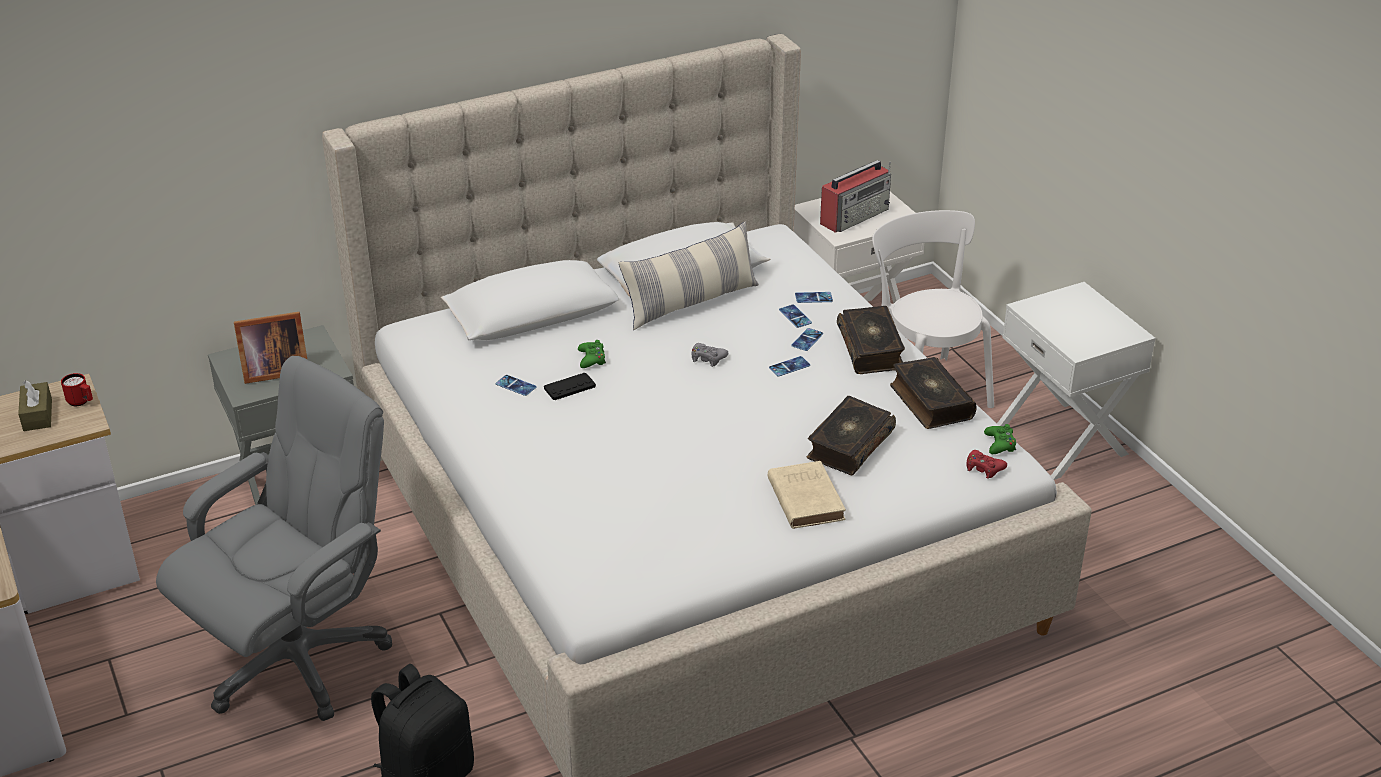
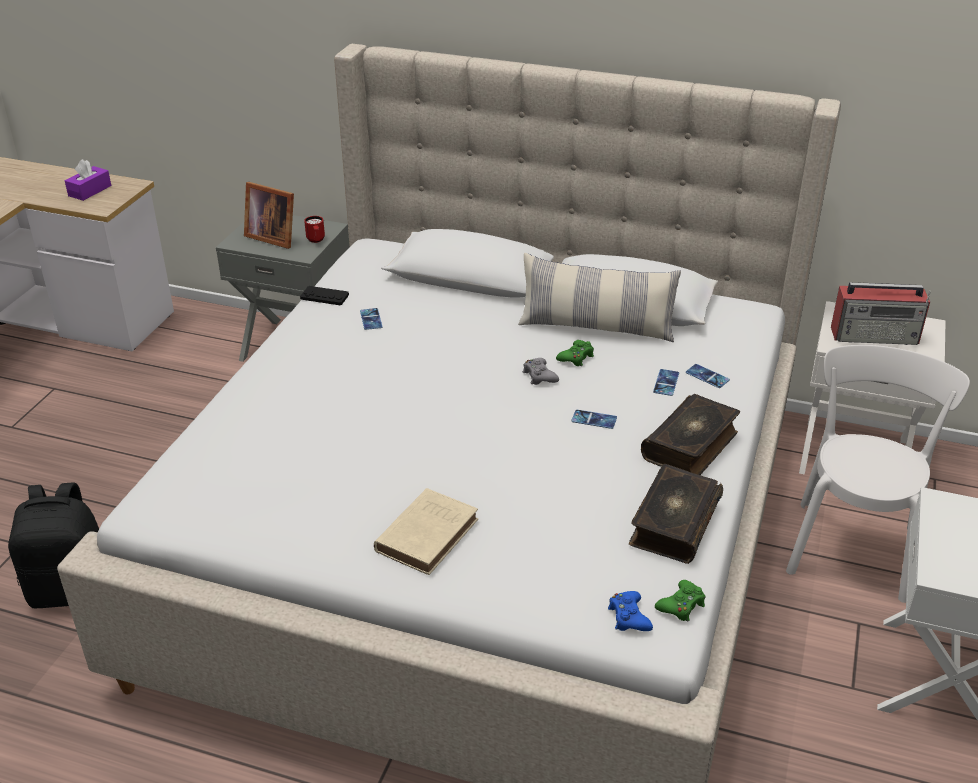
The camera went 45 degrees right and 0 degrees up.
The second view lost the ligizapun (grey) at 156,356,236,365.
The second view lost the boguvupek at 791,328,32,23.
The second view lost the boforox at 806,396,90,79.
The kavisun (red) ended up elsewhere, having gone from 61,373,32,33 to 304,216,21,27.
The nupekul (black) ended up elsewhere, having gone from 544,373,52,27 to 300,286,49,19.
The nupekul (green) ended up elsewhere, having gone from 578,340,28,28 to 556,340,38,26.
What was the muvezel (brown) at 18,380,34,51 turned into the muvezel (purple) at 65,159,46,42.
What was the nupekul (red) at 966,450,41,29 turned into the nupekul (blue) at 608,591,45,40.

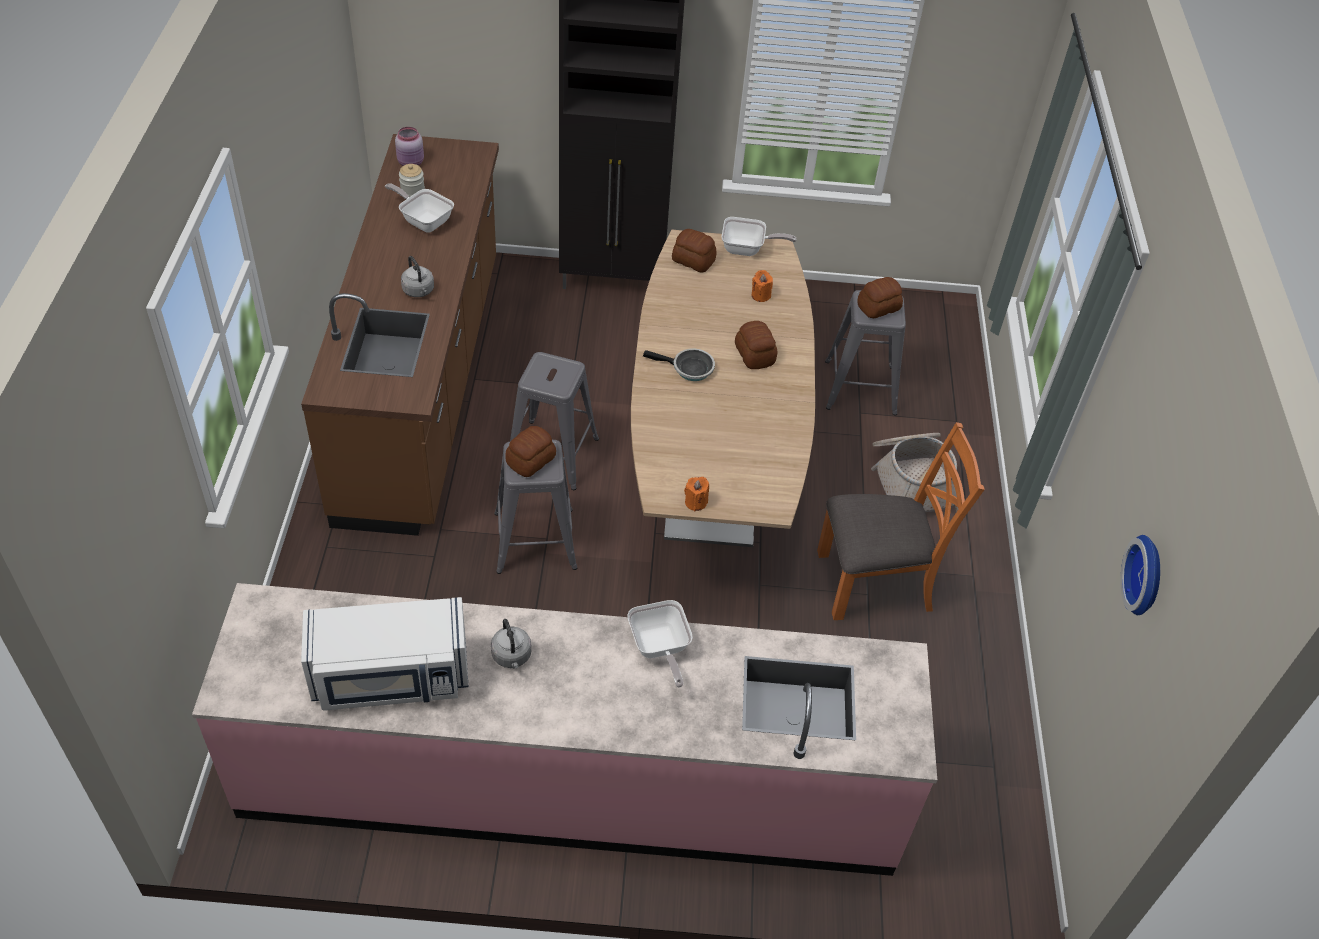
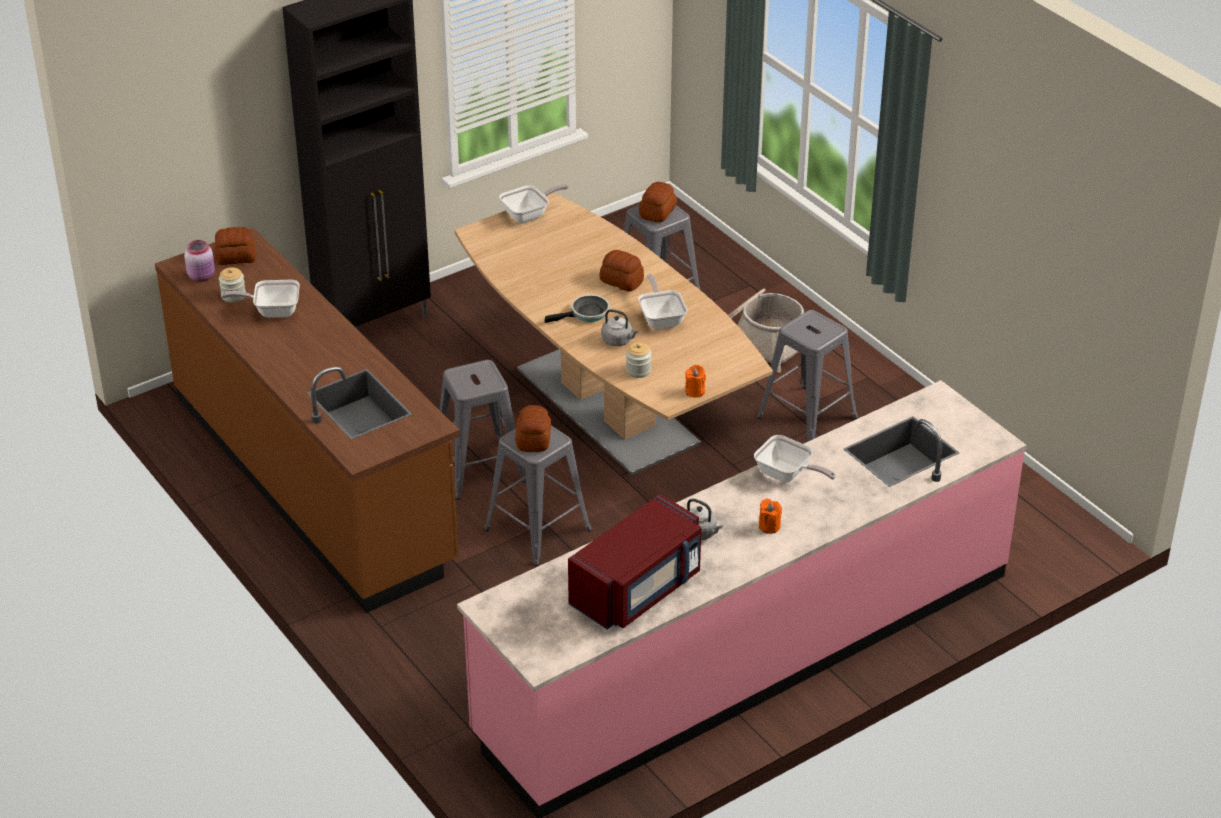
The camera went 35 degrees left and 10 degrees down.
The second view lost the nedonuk at 1121,535,39,80.
The second view gained the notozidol at 626,342,25,36.
The second view gained the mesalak at 638,274,49,56.
The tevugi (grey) ended up elsewhere, having gone from 401,256,33,41 to 602,309,37,37.
The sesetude ended up elsewhere, having gone from 672,229,45,44 to 215,227,41,38.
The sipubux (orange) ended up elsewhere, having gone from 752,270,21,32 to 759,499,23,35.
Where the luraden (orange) stood at 817,422,168,198, the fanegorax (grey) came to stand at 757,310,101,132.
What was the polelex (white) at 301,597,167,114 turned into the polelex (red) at 568,494,133,135.

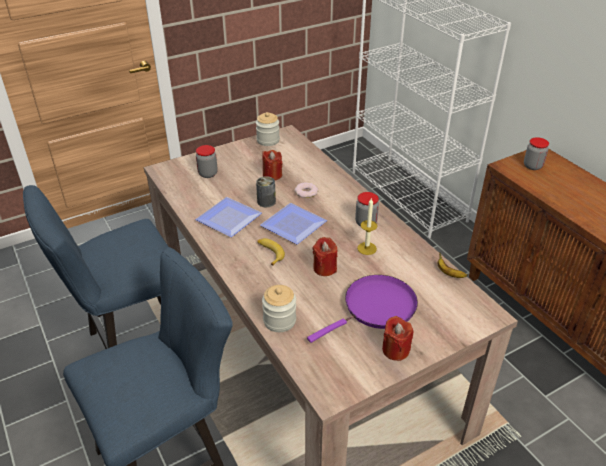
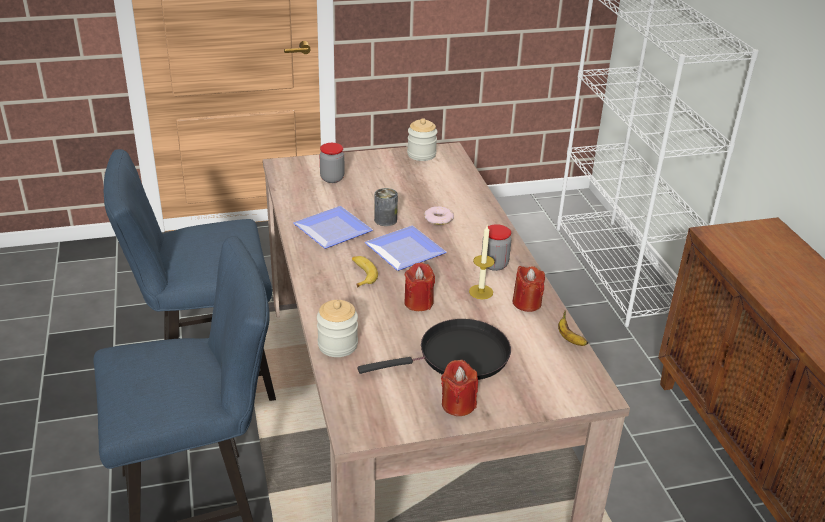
The camera went 15 degrees right and 5 degrees down.
The second view lost the notozidol at 524,137,25,33.
The sipubux (red) ended up elsewhere, having gone from 262,150,21,30 to 512,266,33,46.
What was the mesalak (purple) at 307,275,111,68 turned into the mesalak (black) at 358,319,153,61.

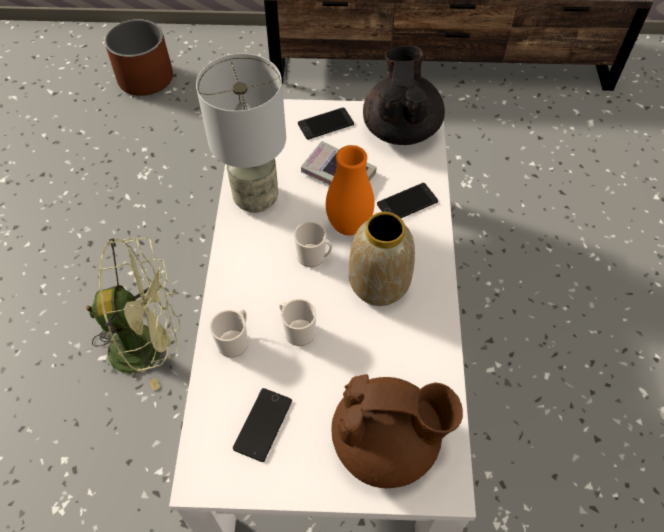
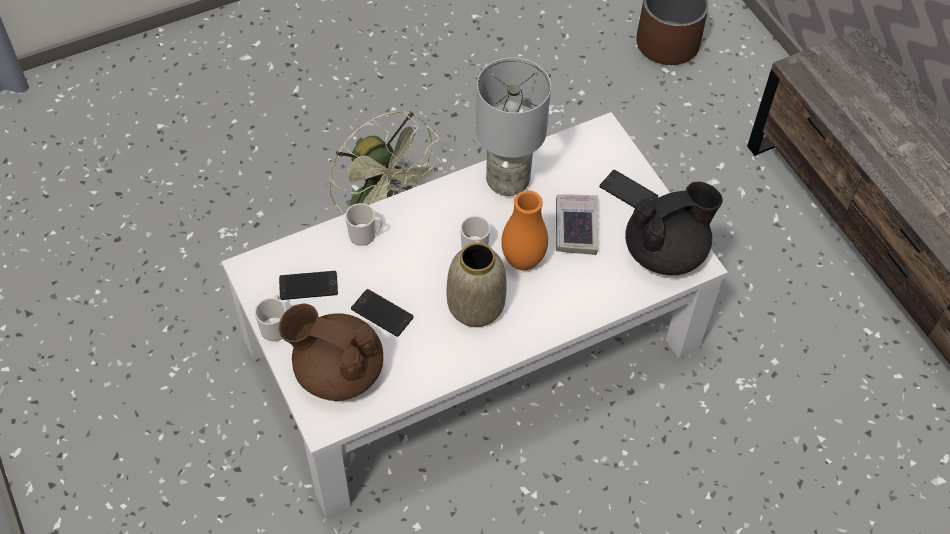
The camera went 60 degrees right and 0 degrees up.
The kavisun ended up elsewhere, having gone from 279,299,37,47 to 255,295,31,46.
The boguvupek ended up elsewhere, having gone from 377,183,61,35 to 351,289,62,48.
The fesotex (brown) at 331,374,132,114 ended up facing another way, 135 degrees clockwise from before.

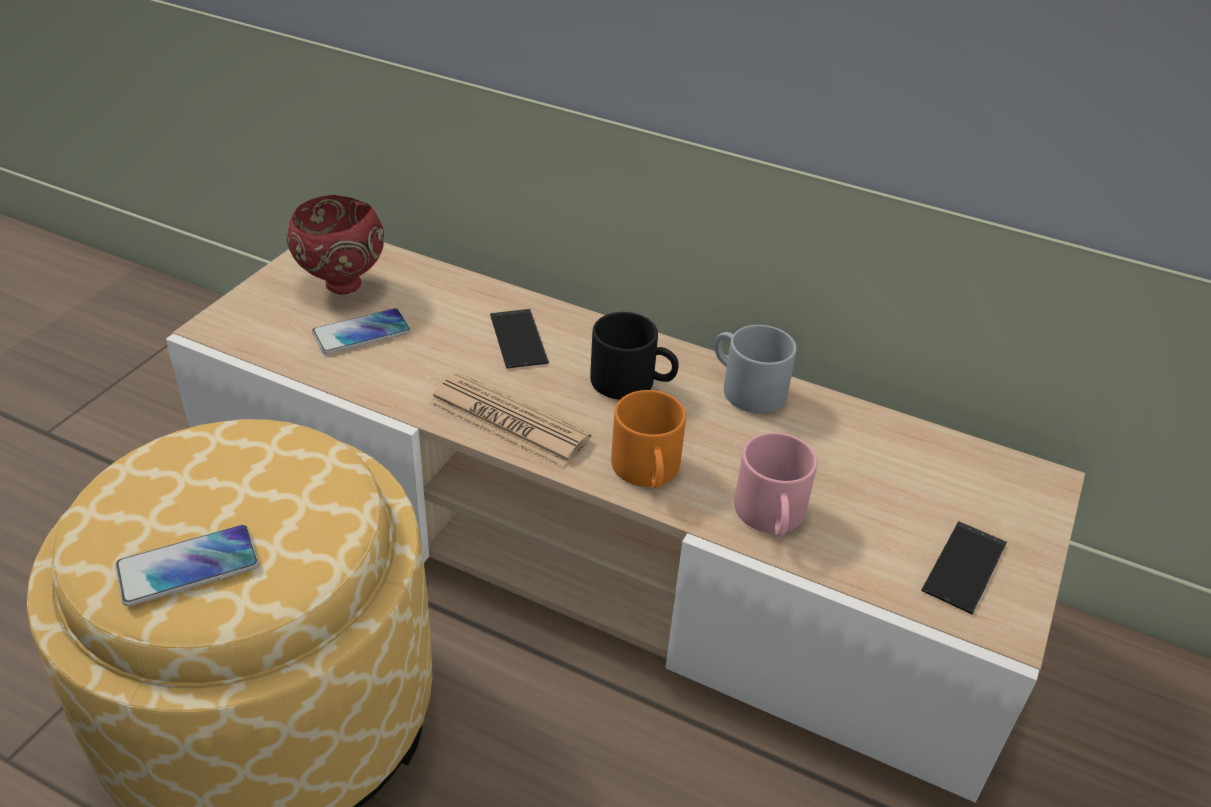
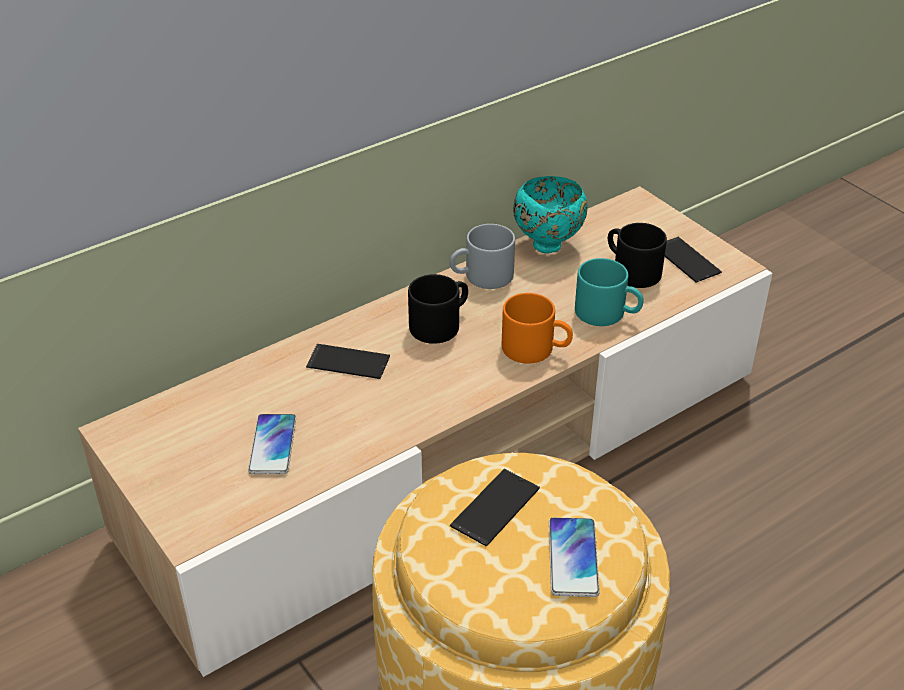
The camera went 60 degrees left and 0 degrees up.
The second view lost the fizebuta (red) at 287,195,97,99.
The second view lost the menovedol at 429,373,162,94.
The second view gained the boguvupek at 450,469,90,78.
The second view gained the fizebuta (turquoise) at 513,176,75,77.
The second view gained the kavisun (black) at 608,223,59,65.
What was the kavisun (pink) at 734,433,83,103 turned into the kavisun (turquoise) at 575,258,69,68.

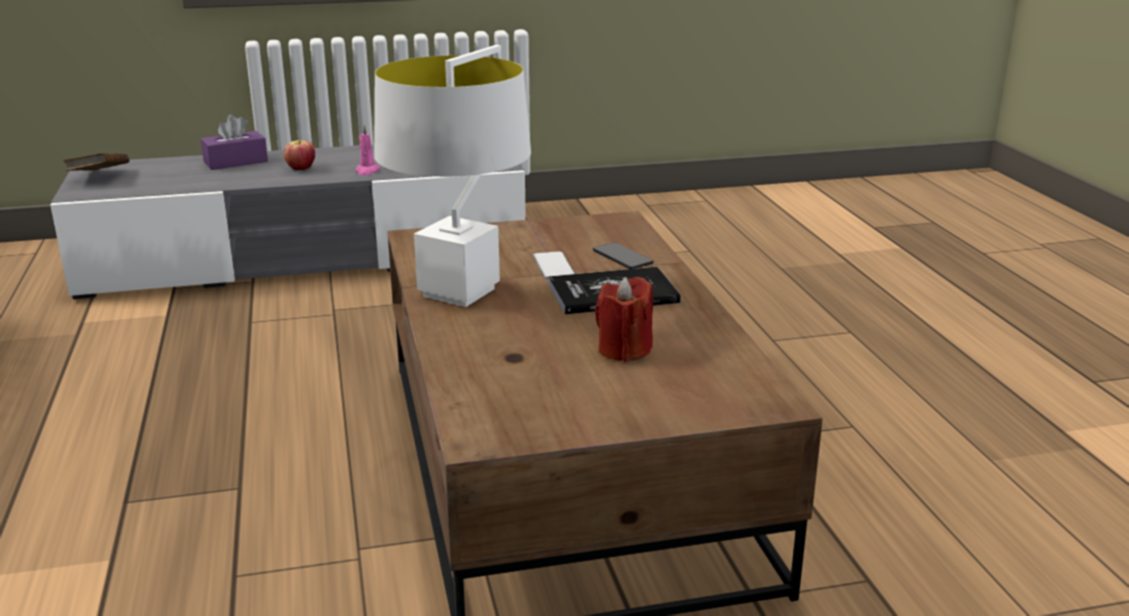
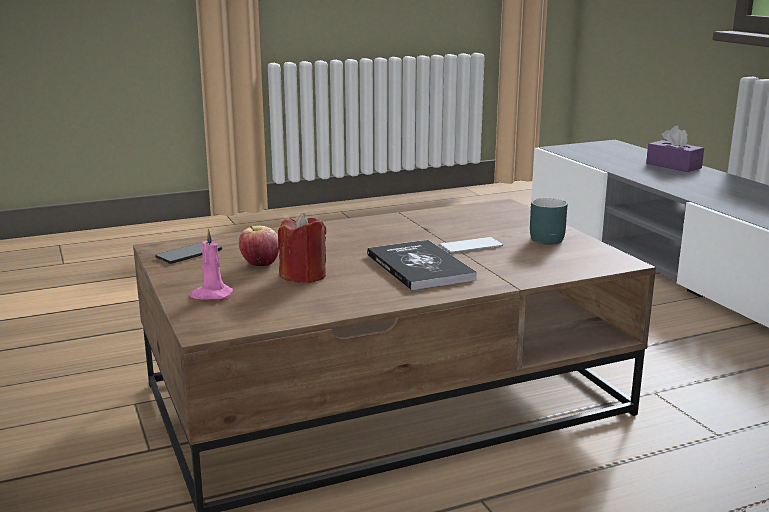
The camera went 80 degrees right and 5 degrees down.
The second view lost the boforox (brown) at 63,153,66,18.
The second view lost the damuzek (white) at 374,45,157,262.
The second view gained the kavisun (turquoise) at 530,198,37,47.
The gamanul ended up elsewhere, having gone from 284,140,31,30 to 239,225,40,41.
The sipubux (pink) ended up elsewhere, having gone from 355,125,26,50 to 190,229,43,71.
The boguvupek ended up elsewhere, having gone from 593,242,61,27 to 155,242,67,22.

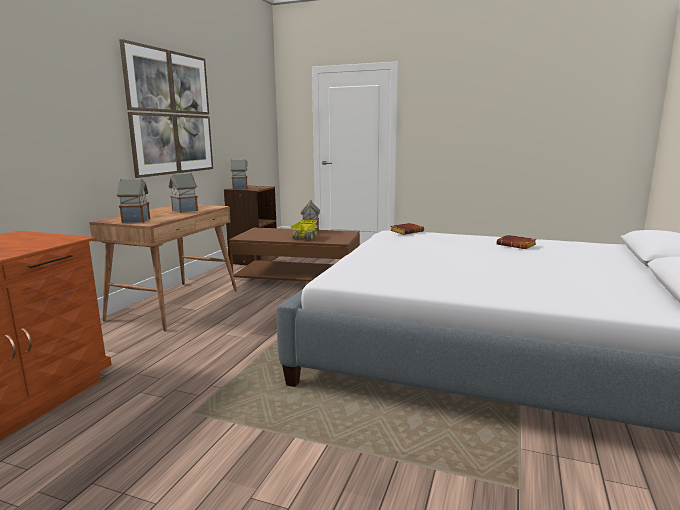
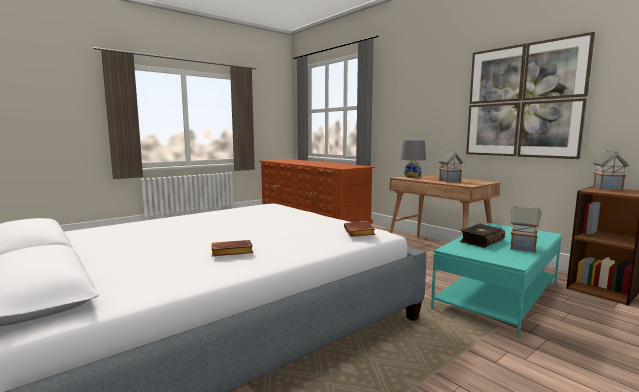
The camera went 120 degrees right and 5 degrees down.
Where the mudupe stood at 116,178,34,45, the damuzek (grey) came to stand at 401,140,25,38.
Where the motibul stood at 291,220,27,20, the boforox came to stand at 459,223,46,25.
What was the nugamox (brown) at 229,228,131,57 turned into the nugamox (turquoise) at 431,223,131,115.

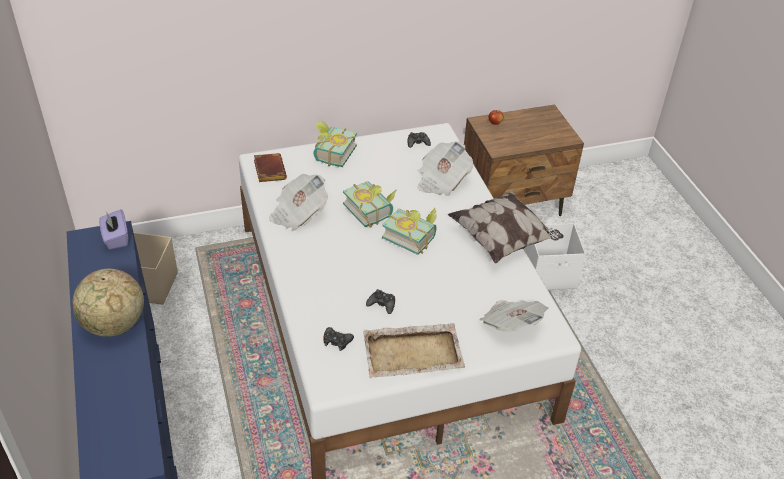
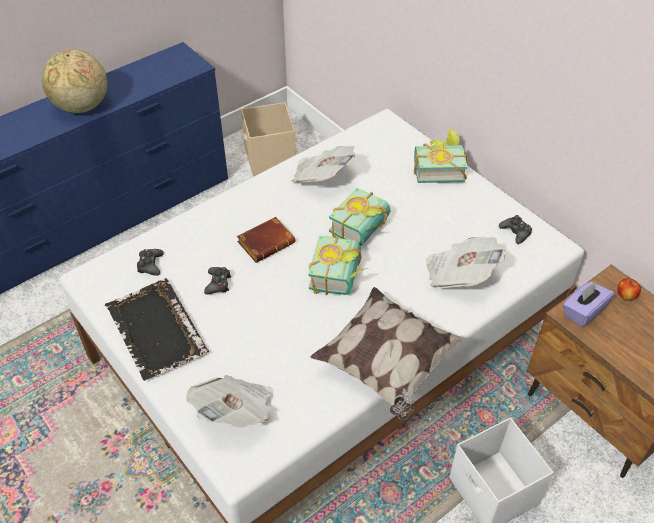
The camera went 70 degrees right and 5 degrees up.
The muvezel (purple) ended up elsewhere, having gone from 99,209,30,41 to 563,281,51,47.
The boforox (brown) ended up elsewhere, having gone from 254,153,33,29 to 237,217,58,46.
What was the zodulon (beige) at 363,323,102,55 turned into the zodulon (black) at 105,278,104,103.

